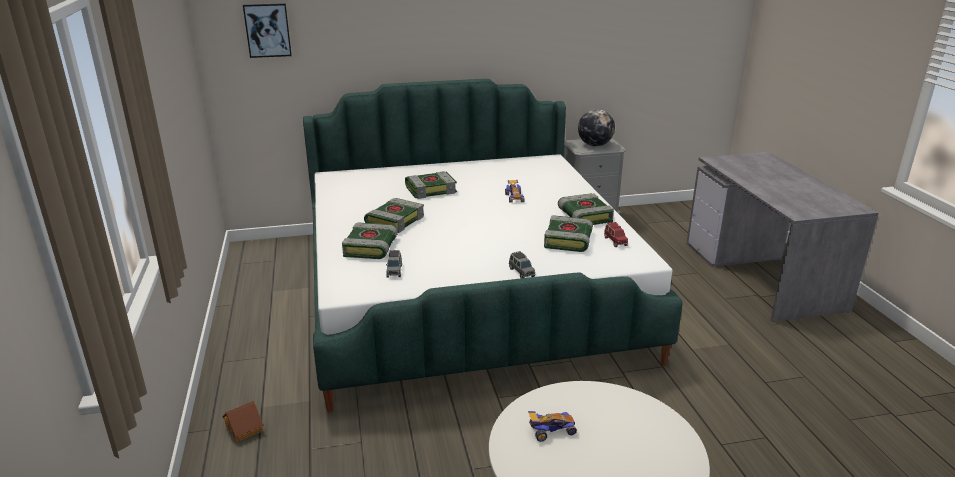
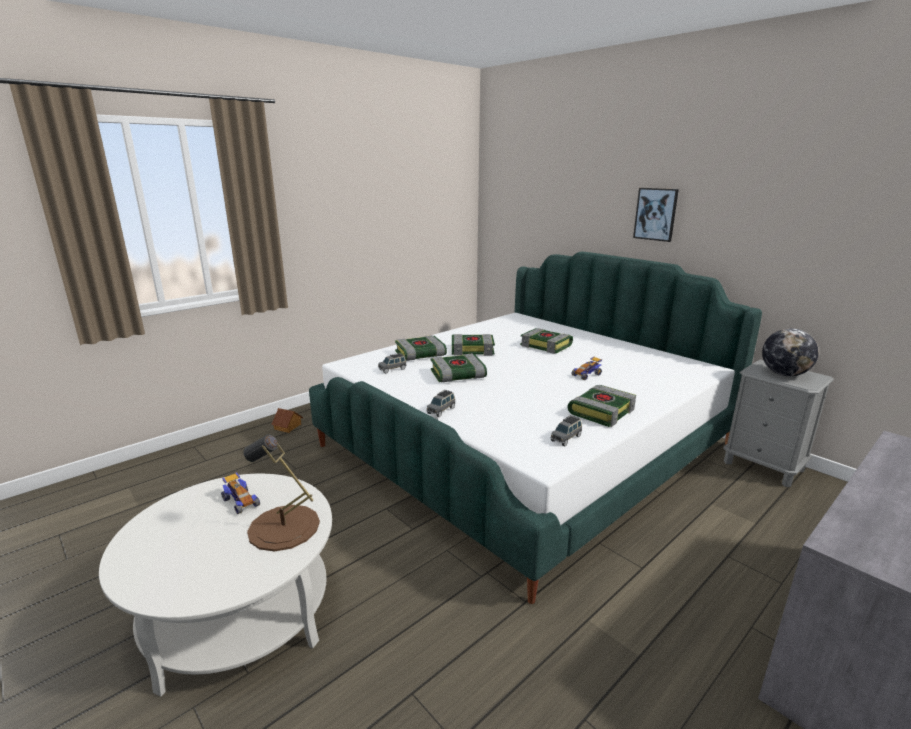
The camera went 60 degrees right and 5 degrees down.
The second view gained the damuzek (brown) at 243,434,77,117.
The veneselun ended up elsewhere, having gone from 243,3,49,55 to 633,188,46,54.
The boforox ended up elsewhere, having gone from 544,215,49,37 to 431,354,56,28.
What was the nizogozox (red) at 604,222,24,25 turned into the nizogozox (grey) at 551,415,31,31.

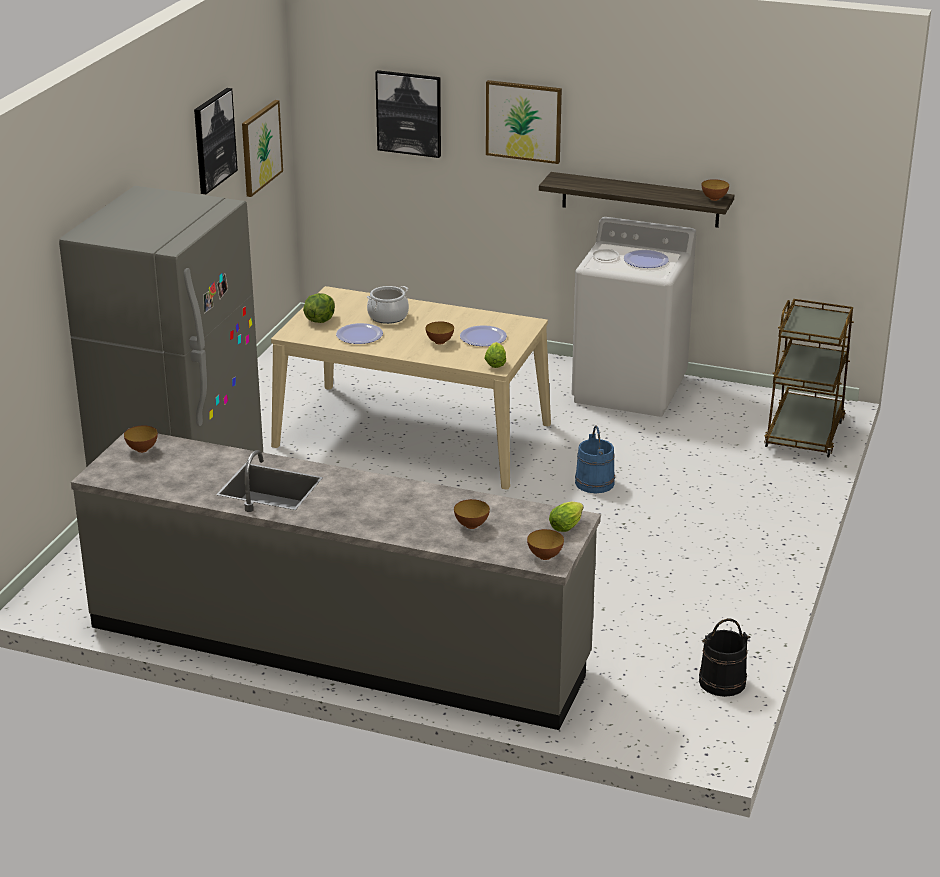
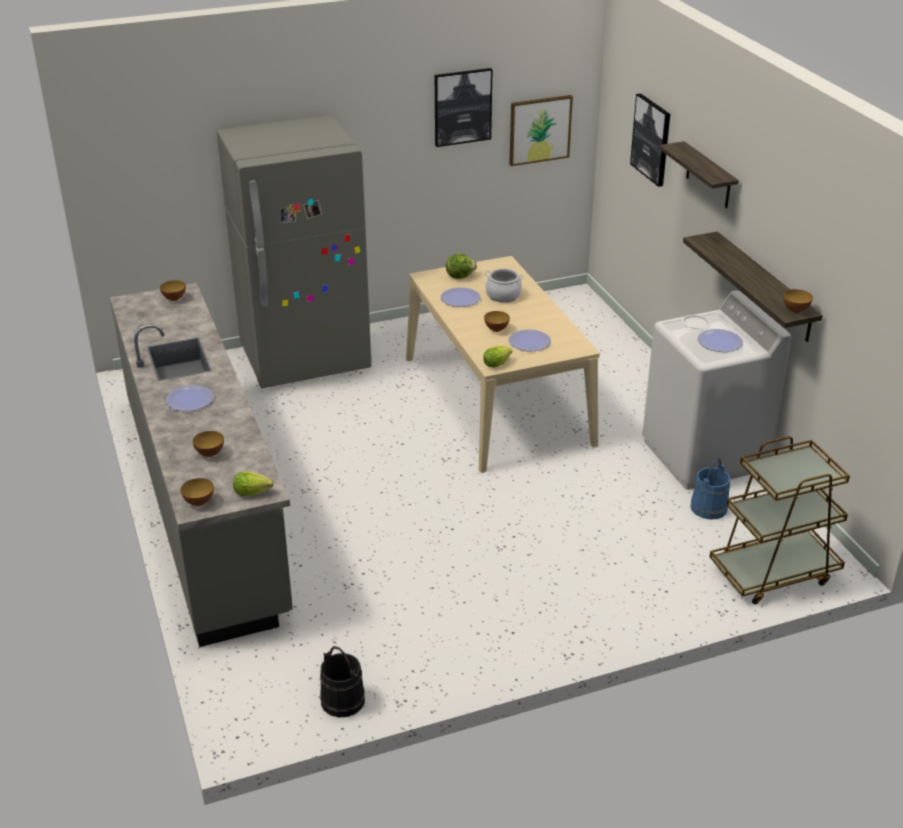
The camera went 50 degrees right and 5 degrees up.
The second view gained the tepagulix at 166,385,48,26.
The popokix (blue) ended up elsewhere, having gone from 575,425,40,68 to 690,458,40,62.
Where the veneselun hung at 486,80,76,84, the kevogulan came to hang at 659,141,80,67.

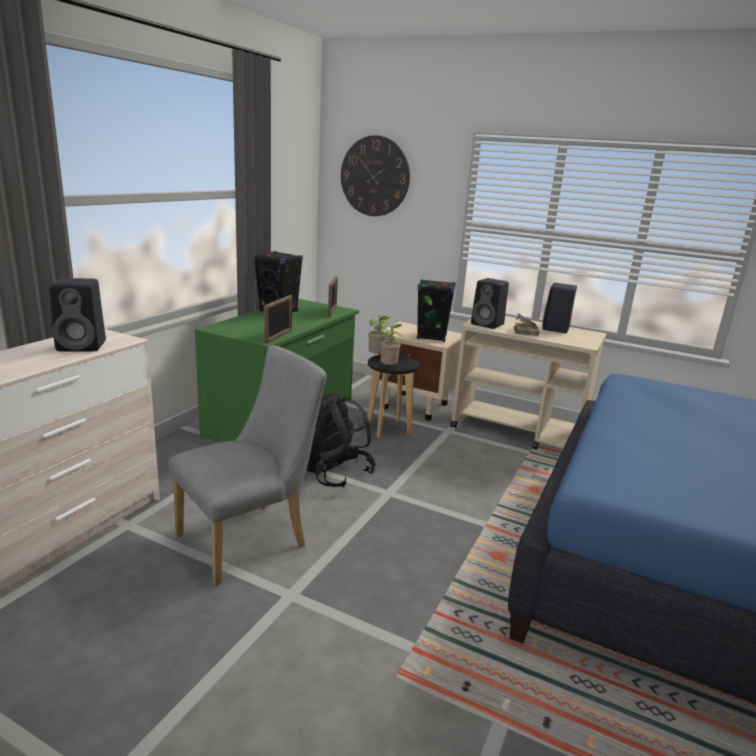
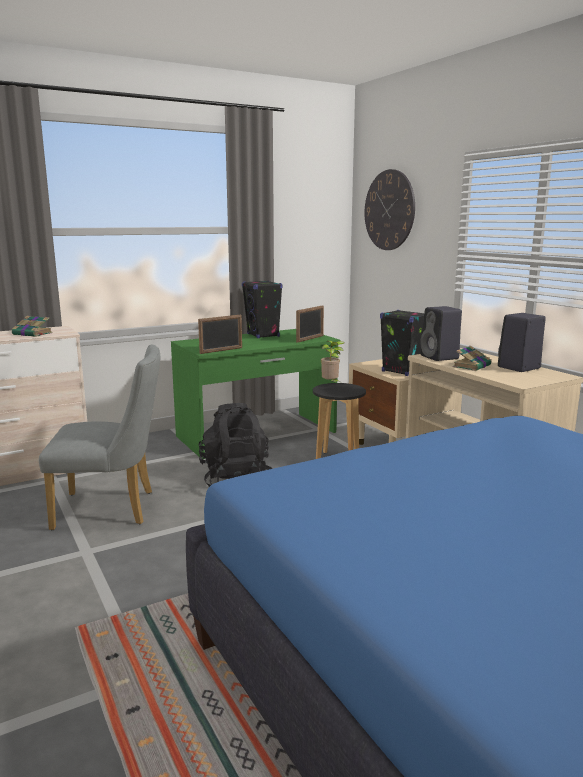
The camera went 35 degrees right and 5 degrees down.
The second view lost the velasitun at 380,322,22,43.
Where the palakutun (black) stood at 49,278,57,73, the boforox came to stand at 12,316,41,21.

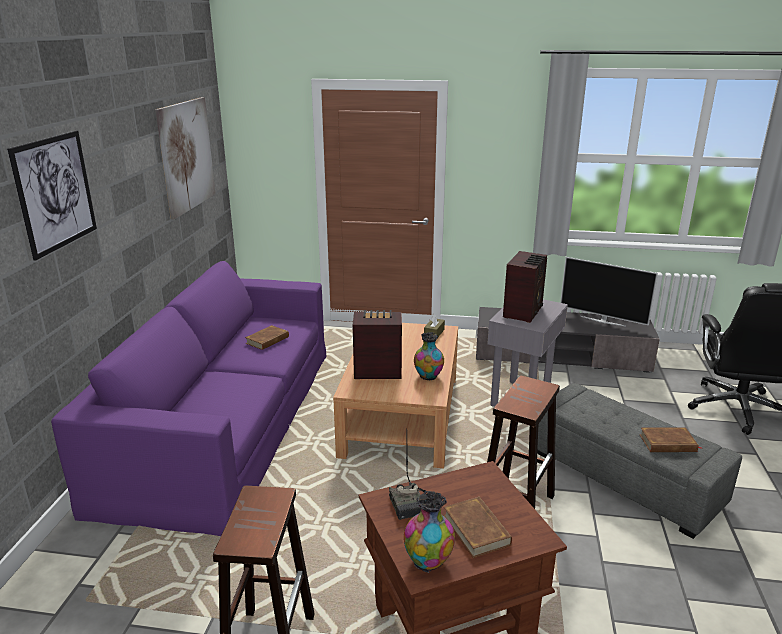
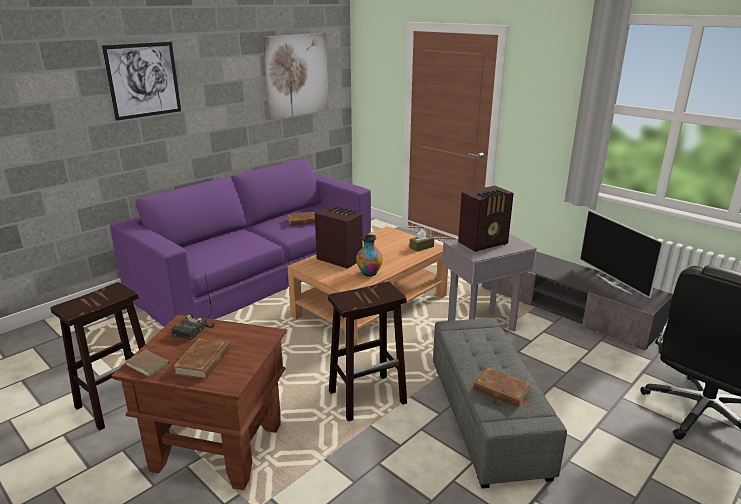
The camera went 35 degrees right and 0 degrees up.
Where the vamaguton stood at 404,491,51,82, the boforox (brown) came to stand at 126,347,43,30.

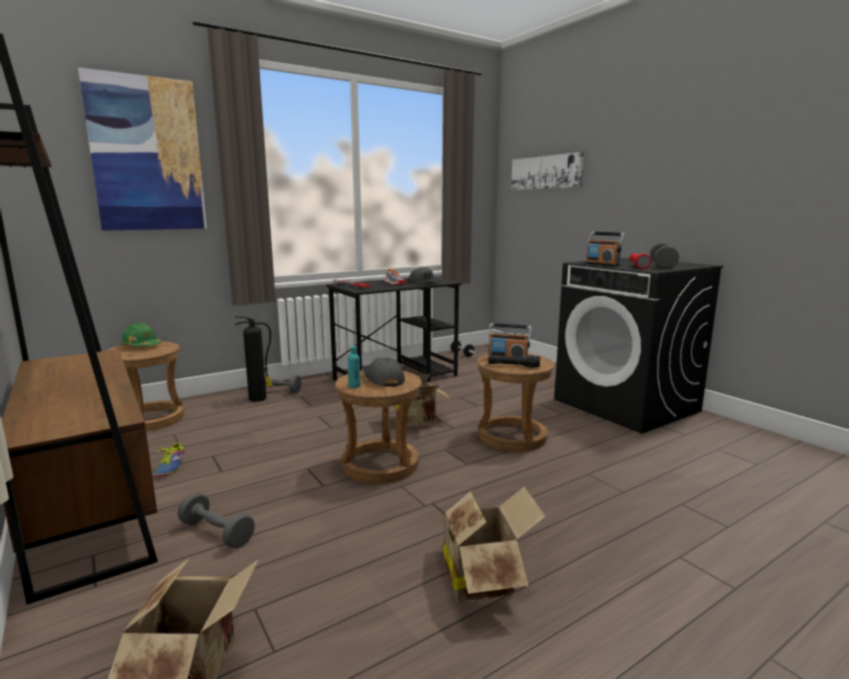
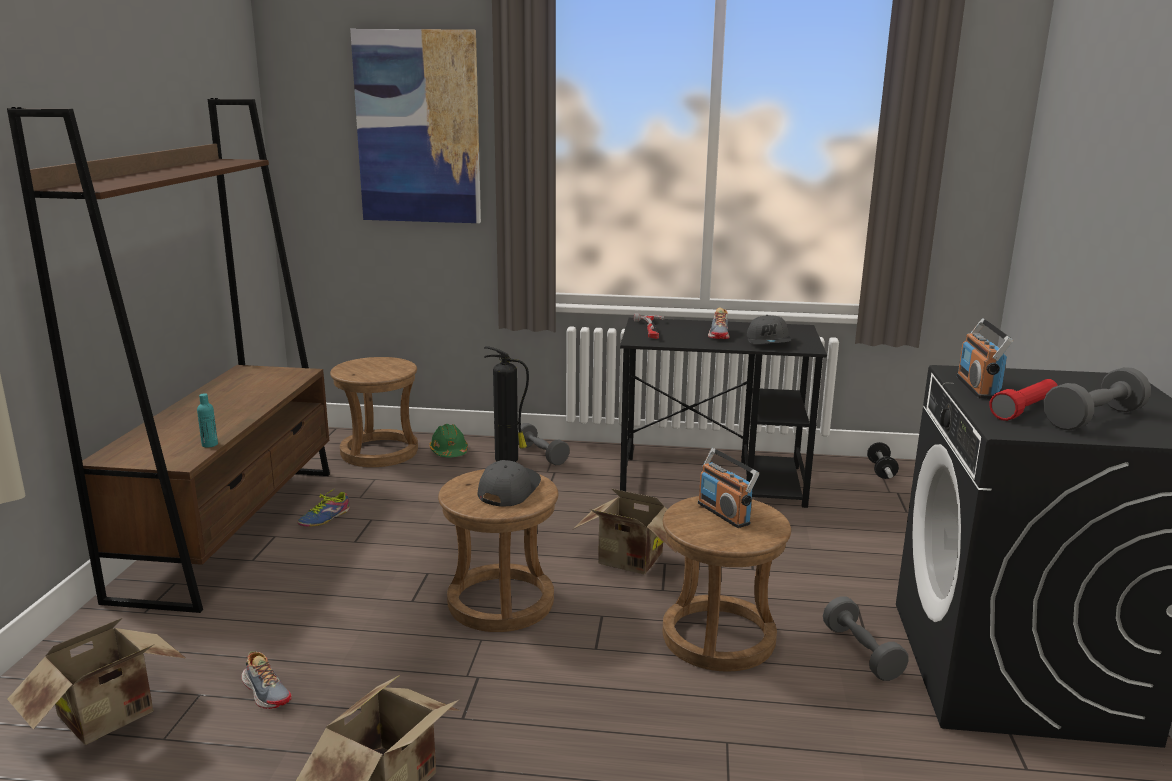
The camera went 40 degrees right and 5 degrees up.
The second view lost the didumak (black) at 488,355,52,13.
The second view lost the veneselun at 511,152,73,38.
The second view gained the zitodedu at 241,651,51,58.
The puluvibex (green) ended up elsewhere, having gone from 121,323,41,23 to 429,424,39,33.
The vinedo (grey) ended up elsewhere, having gone from 178,492,77,57 to 823,596,86,85.
The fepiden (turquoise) ended up elsewhere, having gone from 348,346,13,42 to 197,393,21,55.

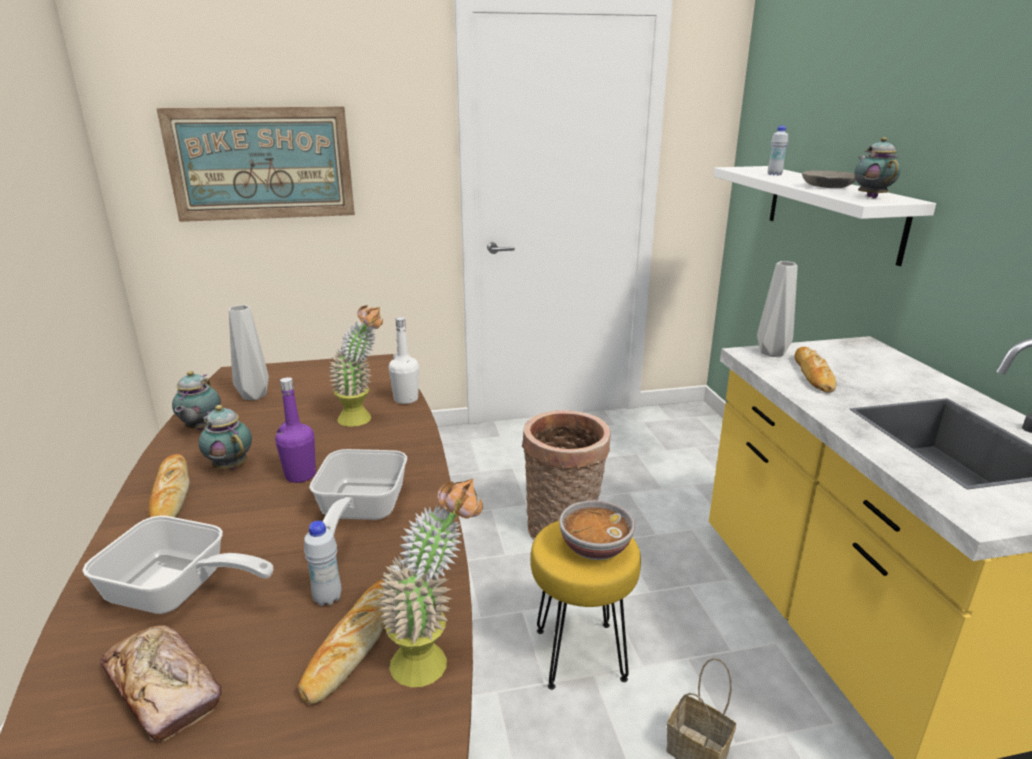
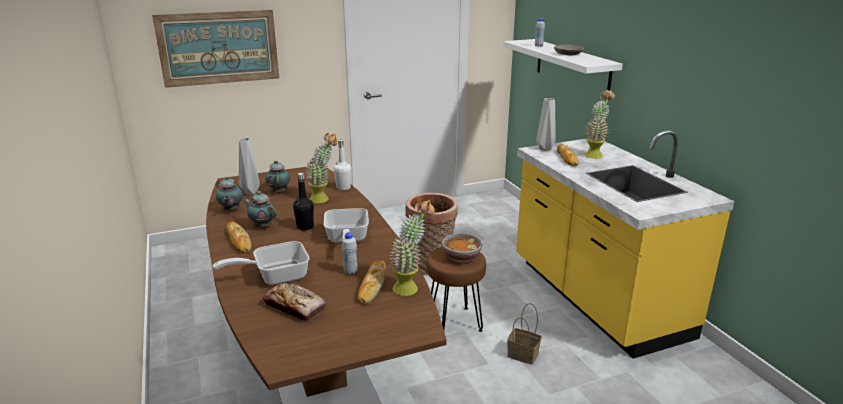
The camera went 10 degrees left and 0 degrees up.
The second view gained the velasitun at 585,90,30,69.
The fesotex ended up elsewhere, having gone from 854,137,47,61 to 265,160,25,33.
What was the fepiden (purple) at 275,377,41,106 turned into the fepiden (black) at 293,173,21,57.
What was the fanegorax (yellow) at 531,521,110,169 turned into the fanegorax (brown) at 427,247,59,85.
The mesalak at 82,516,191,98 ended up facing another way, 150 degrees clockwise from before.

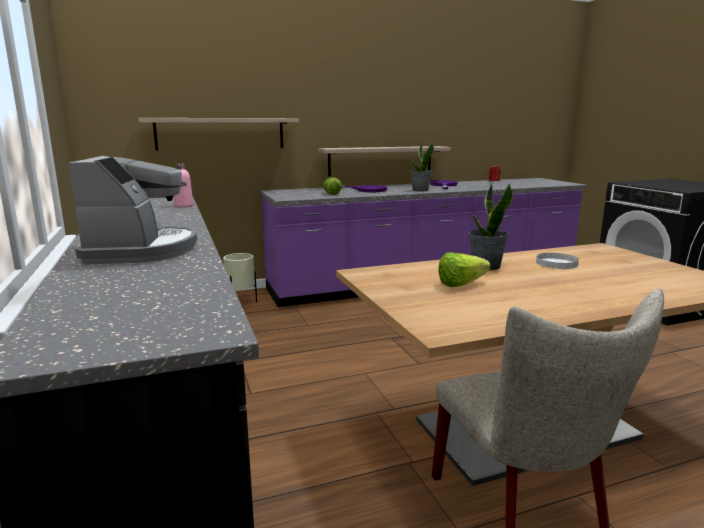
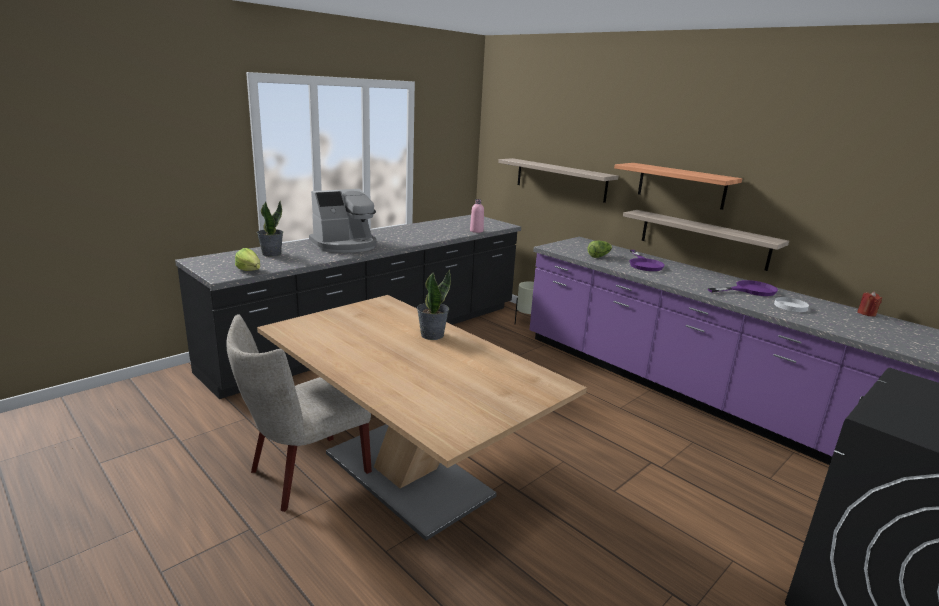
The camera went 65 degrees right and 5 degrees up.
The second view lost the tepagulix (white) at 536,253,43,16.
The second view gained the kevogulan at 614,163,128,47.
The velasitun ended up elsewhere, having gone from 410,142,24,49 to 257,201,26,56.
The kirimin ended up elsewhere, having gone from 438,252,52,35 to 235,248,25,23.

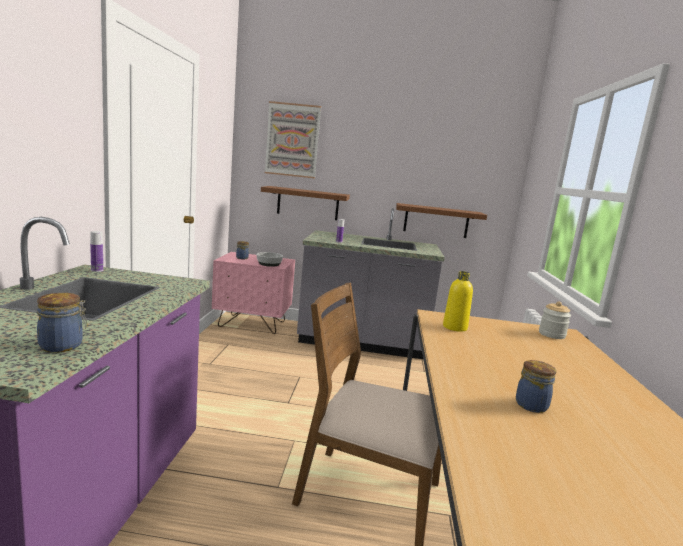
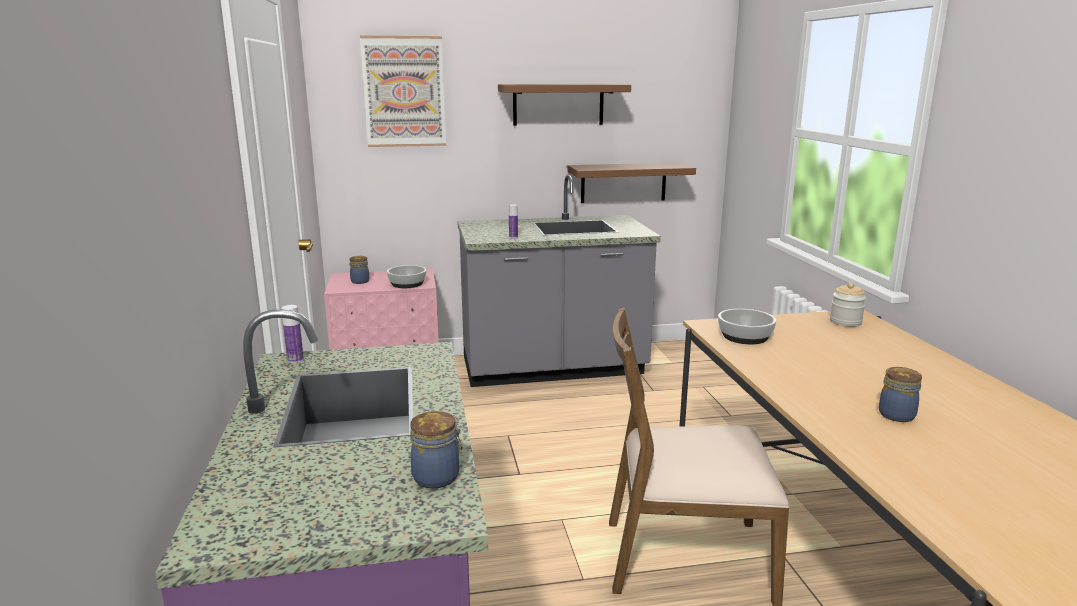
The camera went 15 degrees left and 5 degrees up.
The kevogulan (brown) ended up elsewhere, having gone from 261,186,89,34 to 498,84,133,42.
Where the fepiden (yellow) stood at 443,271,30,61, the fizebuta came to stand at 718,309,59,35.

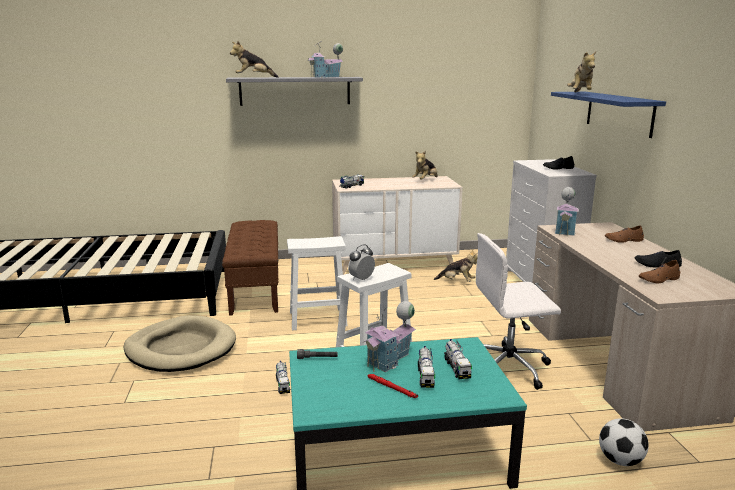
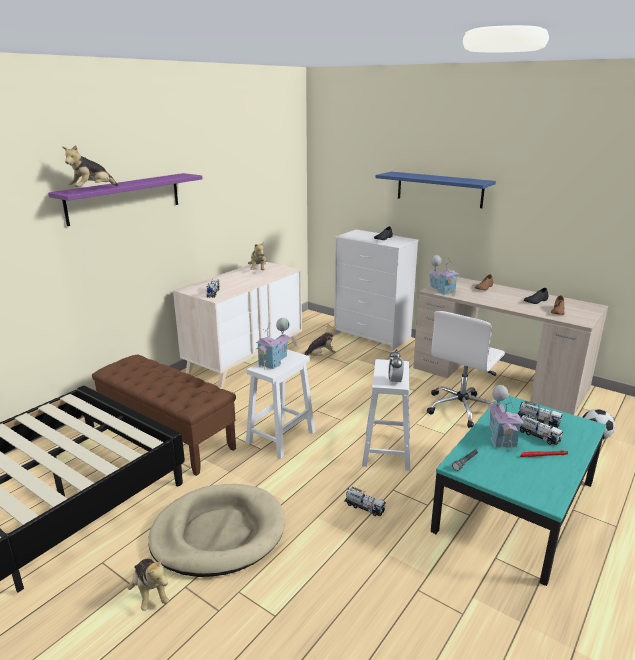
The camera went 45 degrees left and 5 degrees up.
The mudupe ended up elsewhere, having gone from 308,42,35,36 to 255,318,36,52.
The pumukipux ended up elsewhere, having gone from 567,52,29,41 to 127,558,42,53.
What was the kevogulan (grey) at 226,77,137,29 turned into the kevogulan (purple) at 48,173,155,53.

